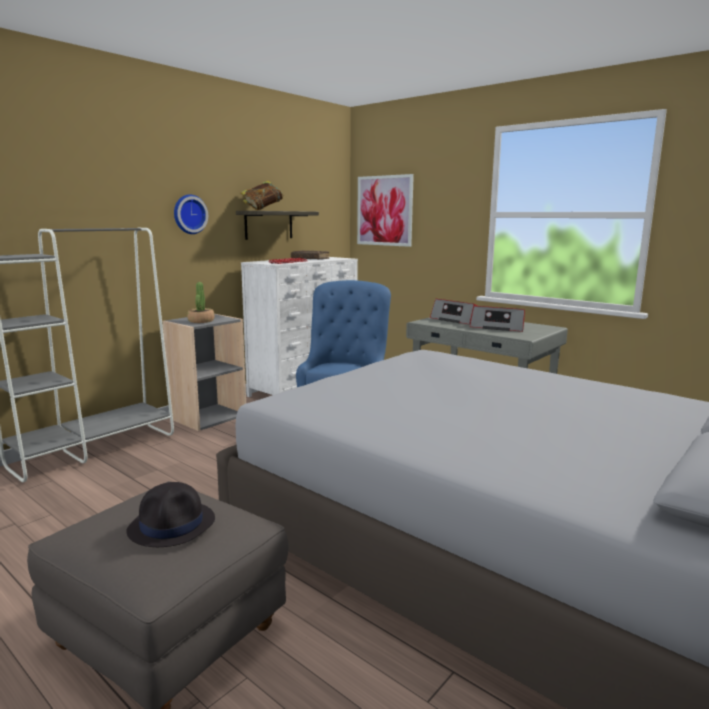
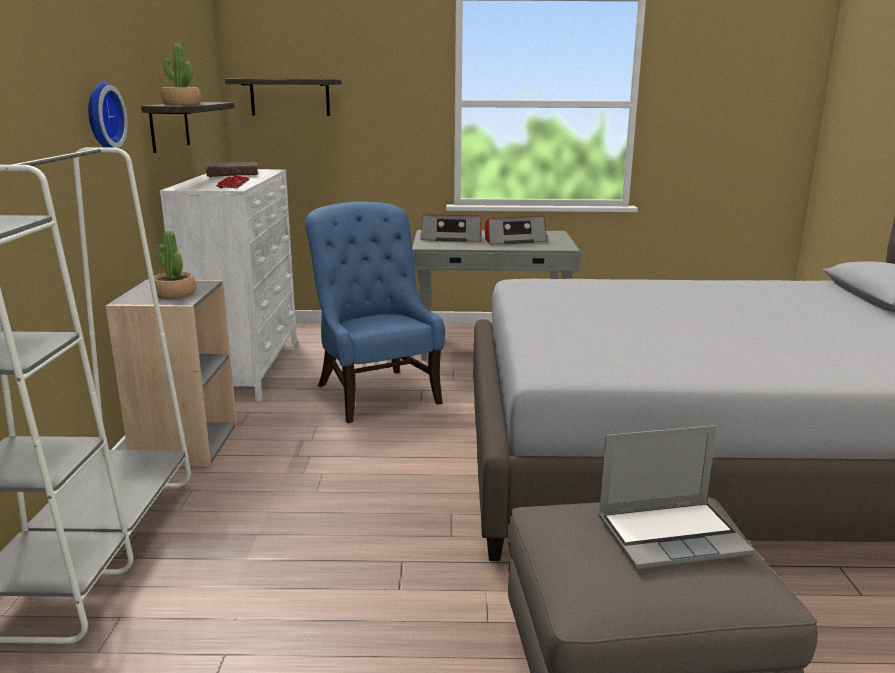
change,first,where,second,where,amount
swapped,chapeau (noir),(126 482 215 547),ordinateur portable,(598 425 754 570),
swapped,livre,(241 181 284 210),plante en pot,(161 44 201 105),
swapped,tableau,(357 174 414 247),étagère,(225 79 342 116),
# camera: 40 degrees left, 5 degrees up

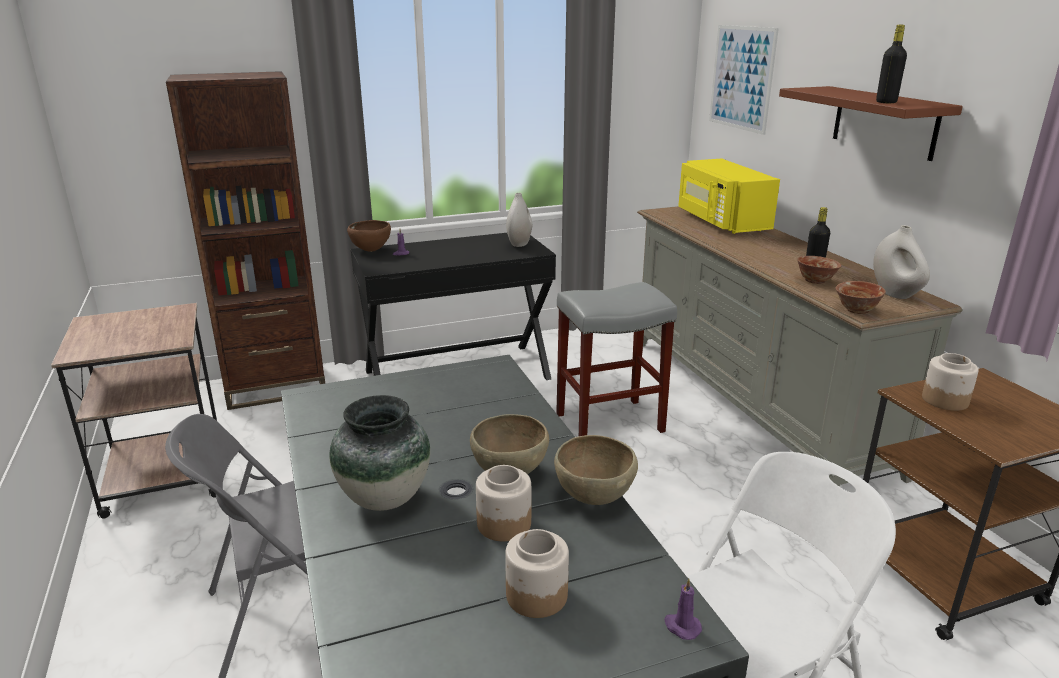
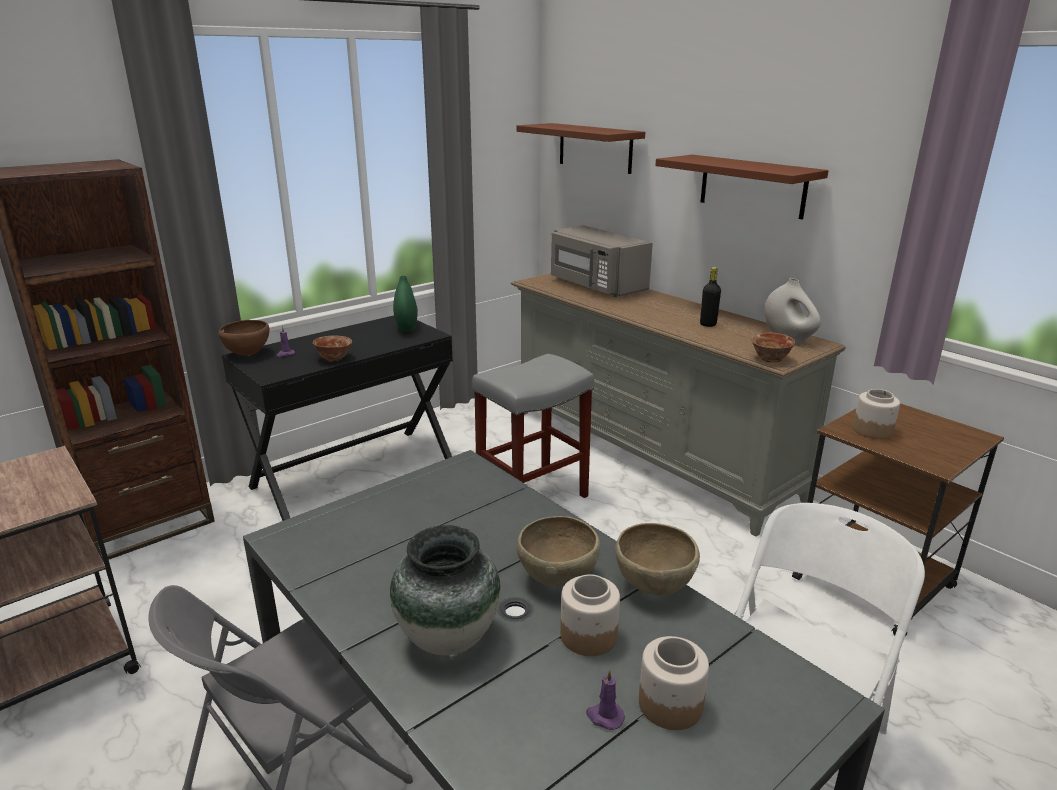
change,first,where,second,where,amount
repainted,vase (blanc),(506 193 532 247),vase (vert),(393 276 418 332),
shifted,bougie (violet),(664 578 702 640),,(586 669 625 730),
repainted,micro-ondes (jaune),(678 159 780 234),micro-ondes (gris),(551 225 653 297),
swapped,tableau,(709 25 779 135),étagère (marron),(516 123 645 174),
shifted,bol,(797 256 842 284),,(313 335 352 362),
gone,bouteille (noir),(876 25 907 103),,,
# camera: 20 degrees left, 0 degrees up

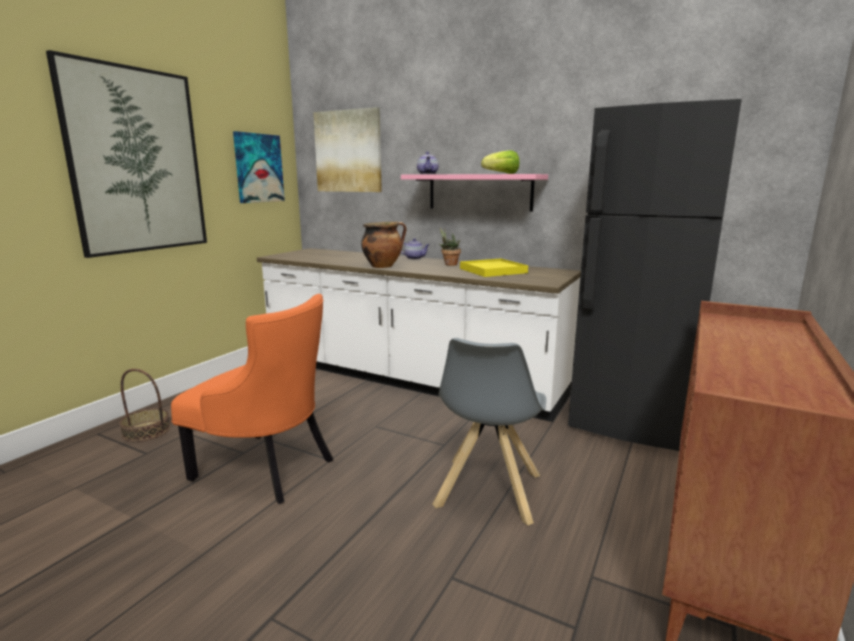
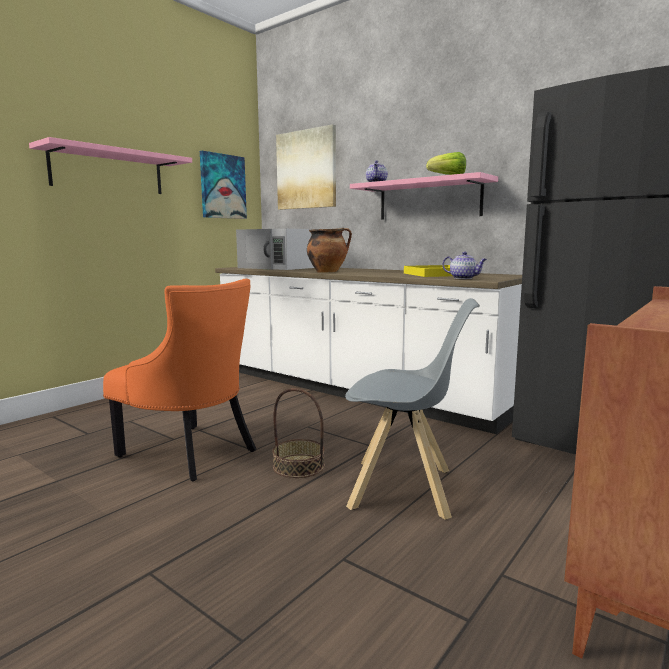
change,first,where,second,where,amount
swapped,tableau,(46 50 207 258),étagère (rose),(29 137 192 194),
shifted,panier,(120 369 170 442),,(272 388 325 478),
shifted,théière,(401 238 430 259),,(442 252 487 279),
rotated,chaise (gris),(433 338 546 526),,(345 298 480 520),105 degrees counterclockwise
gone,plante en pot,(439 227 461 266),,,
new,,,micro-ondes (blanc),(236 229 314 270),
# camera: 10 degrees right, 5 degrees down

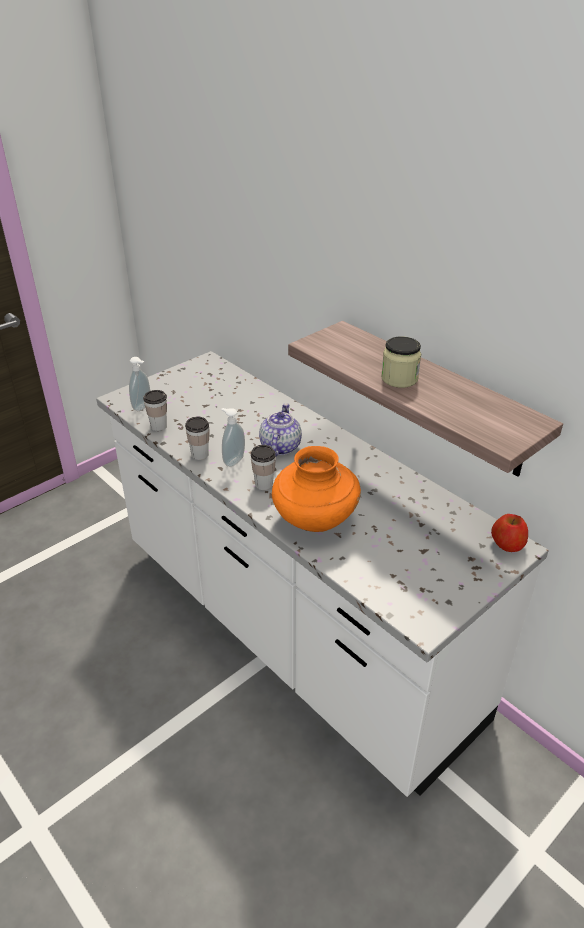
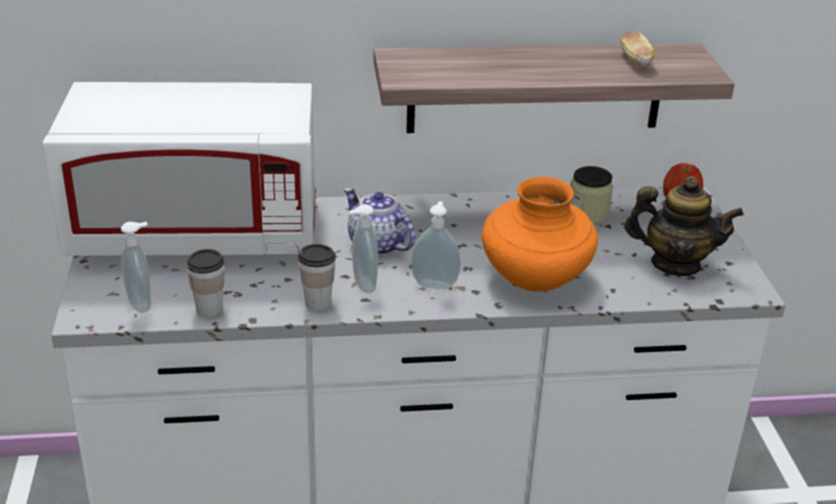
change,first,where,second,where,amount
swapped,tasse,(251 445 276 490),distributeur de savon,(411 201 461 289),
shifted,bocal,(381 336 421 388),,(570 166 613 224),
new,,,micro-ondes (blanc),(42 82 316 256),
new,,,pain,(620 31 655 66),
new,,,théière,(624 176 744 276),
# camera: 55 degrees left, 5 degrees down

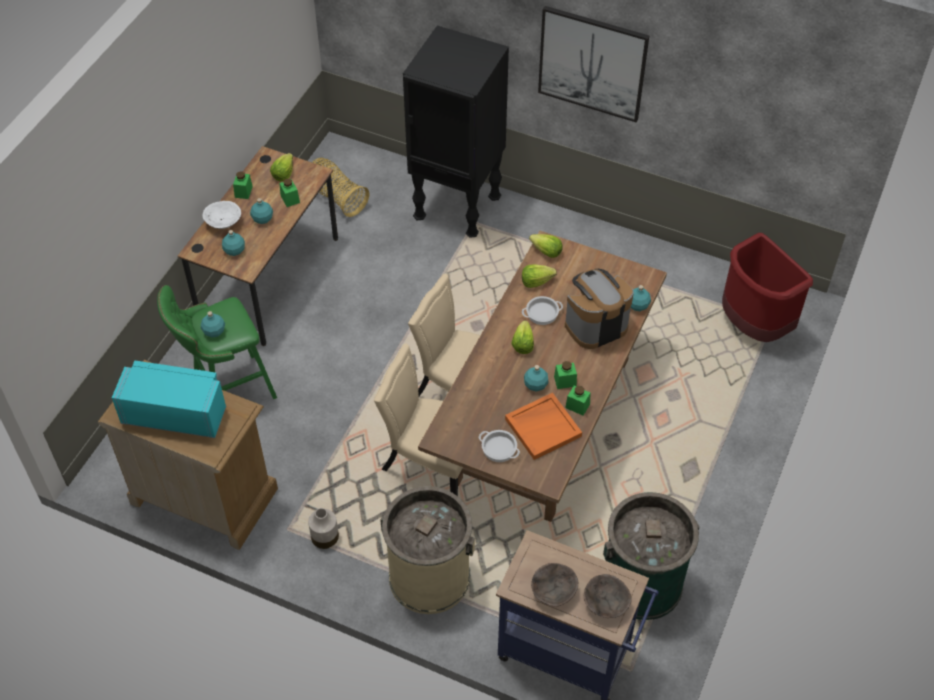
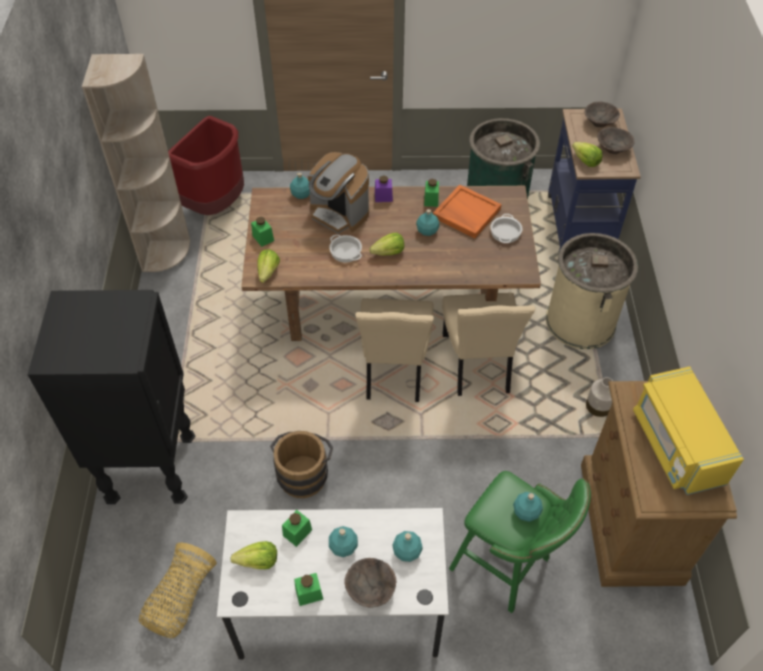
change,first,where,second,where,amount
repainted,micro-ondes (turquoise),(112 360 226 438),micro-ondes (jaune),(633 366 744 495),
repainted,bureau (marron),(178 146 338 346),bureau (blanc),(217 508 449 660),
repainted,bol (blanc),(202 201 241 229),bol (marron),(344 558 396 608),
shifted,laitue,(522 264 557 288),,(572 142 602 167),
gone,tableau,(538 6 649 122),,,
shifted,bocal (vert),(554 361 577 389),,(251 217 274 247),
new,,,bibliothèque (beige),(82 54 190 272),
new,,,seau (marron),(270 431 333 498),
new,,,bocal (violet),(375 175 393 202),
# camera: 115 degrees left, 0 degrees up

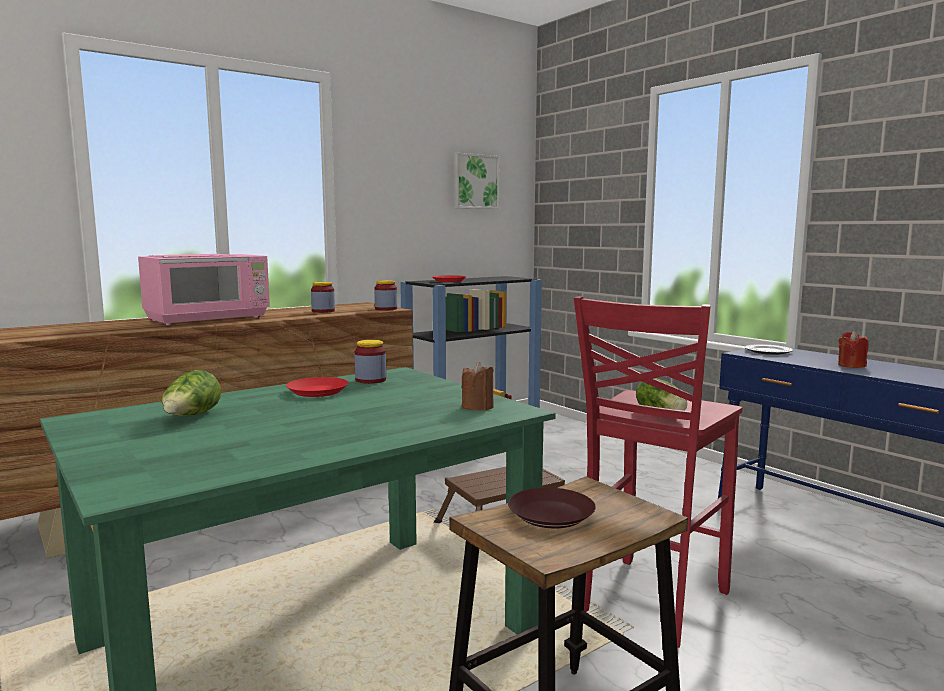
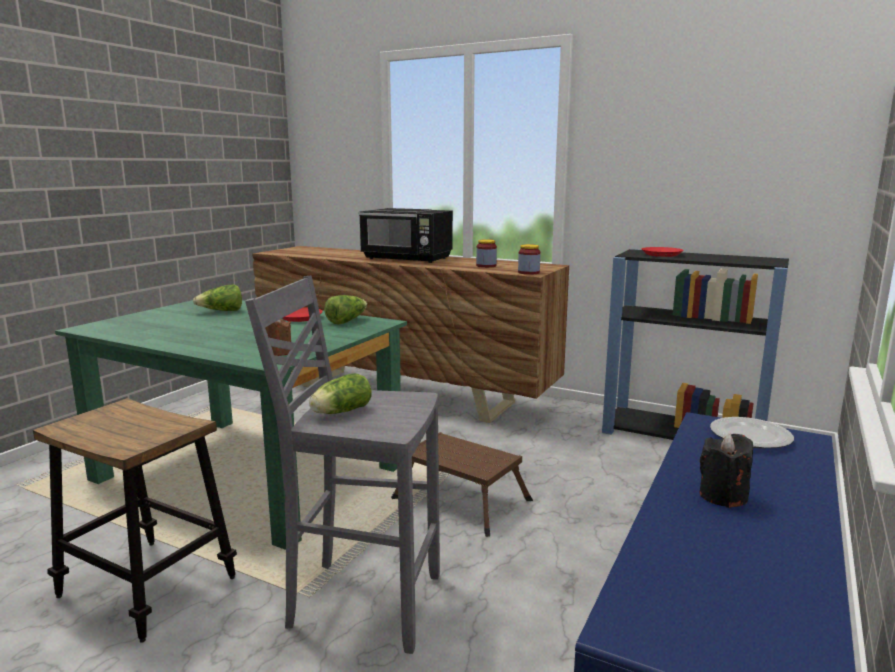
change,first,where,second,where,amount
repainted,micro-ondes (rose),(138 254 270 325),micro-ondes (noir),(359 208 453 263),
swapped,bocal,(355 340 386 384),laitue,(324 295 367 324),
gone,tableau,(454 153 499 209),,,
gone,assiette (marron),(508 488 596 528),,,
repainted,tabouret (rouge),(574 296 743 648),tabouret (gris),(245 276 440 654),
repainted,bougie (rouge),(838 331 869 368),bougie (noir),(700 433 753 508),
# camera: 65 degrees right, 5 degrees up

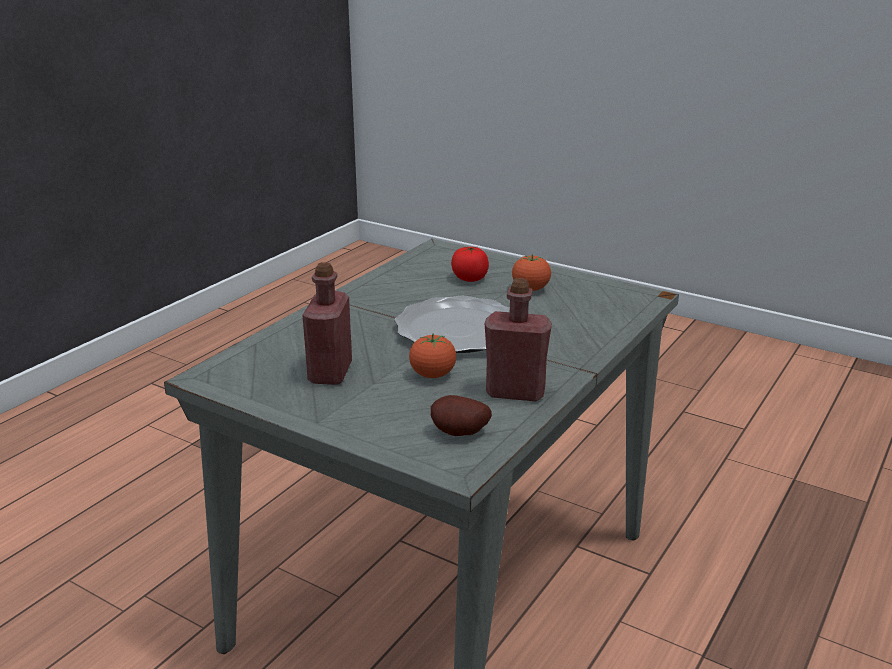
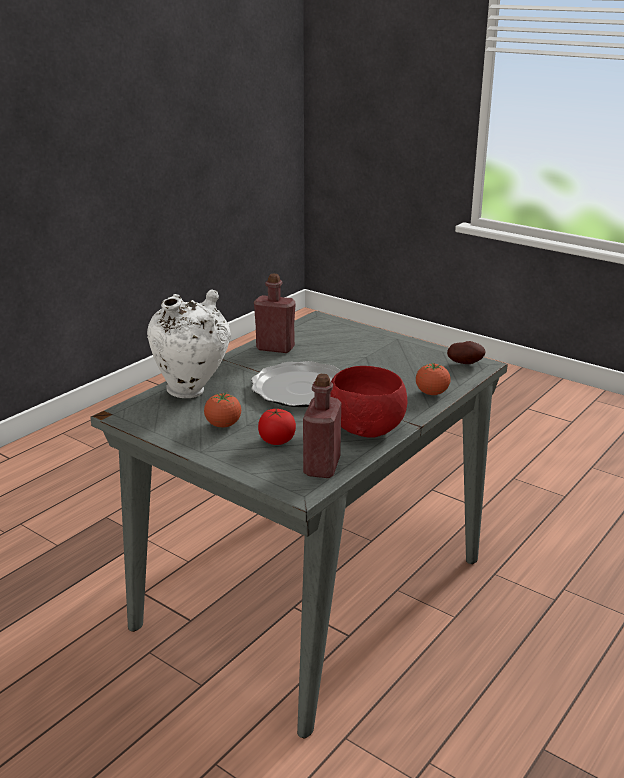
change,first,where,second,where,amount
shifted,bouteille (rouge),(302 262 352 385),,(303 374 341 478),
shifted,tomate,(409 333 456 378),,(416 363 450 395),
shifted,pomme de terre,(431 395 492 436),,(447 341 486 364),
new,,,vase (blanc),(147 289 231 398),
new,,,bol (rouge),(330 366 407 438),
# camera: 175 degrees left, 0 degrees up

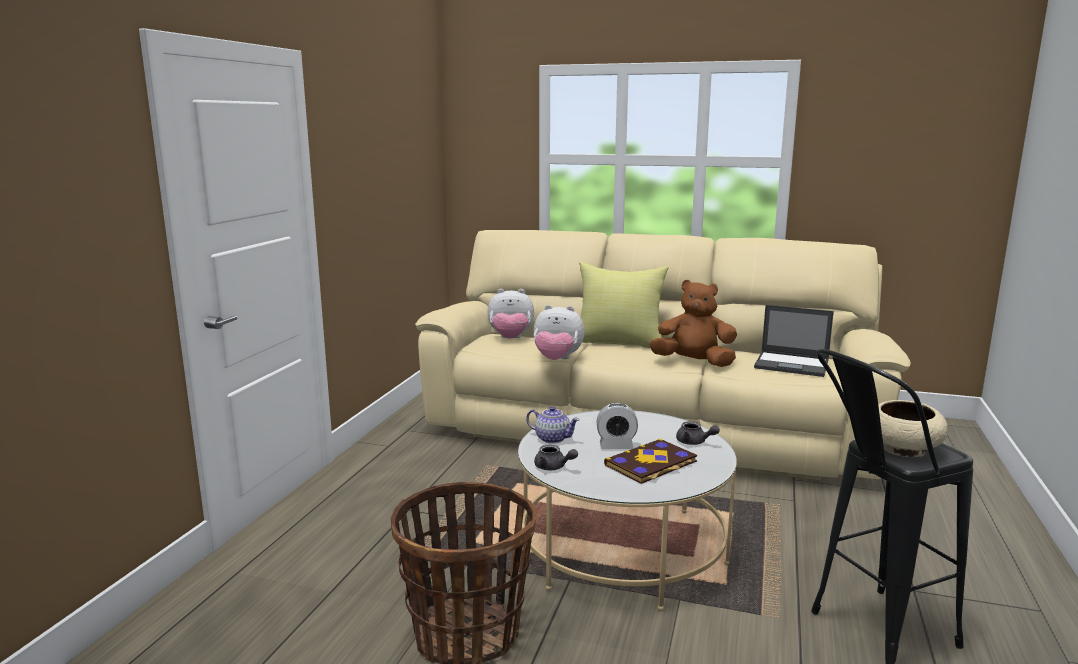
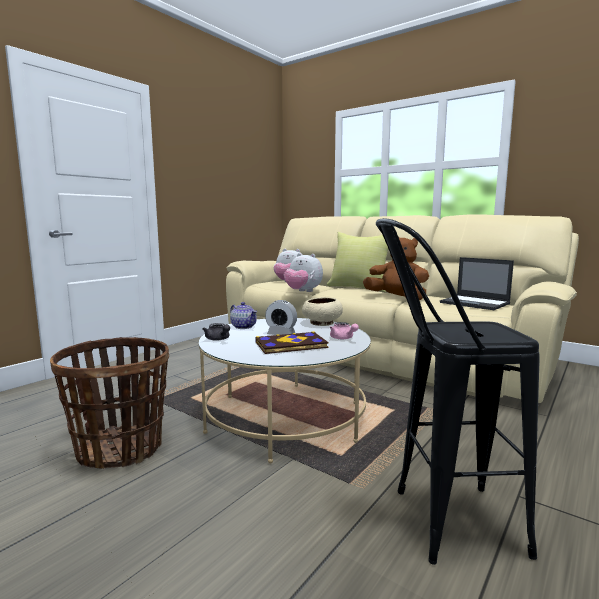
change,first,where,second,where,amount
repainted,théière (gris),(676 421 720 445),théière (rose),(330 322 359 339),
shifted,bol (beige),(878 400 948 457),,(302 297 343 326),
# camera: 20 degrees right, 5 degrees down

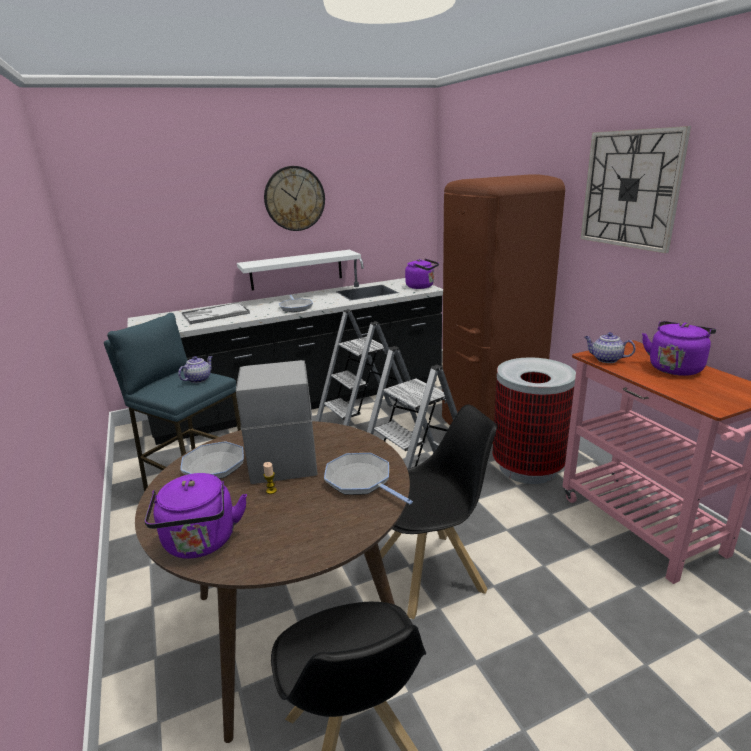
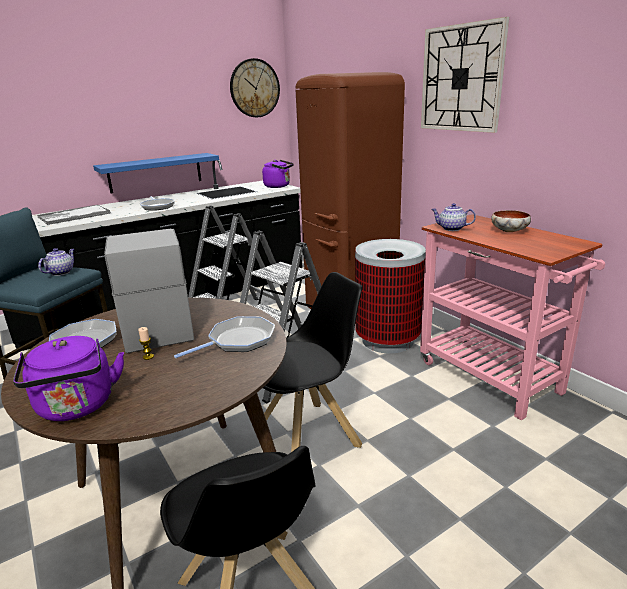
change,first,where,second,where,amount
repainted,étagère (blanc),(237 250 361 290),étagère (bleu),(93 153 219 193),
shifted,horloge murale,(264 166 325 231),,(230 58 280 117),
rotated,poêle,(324 453 413 504),,(174 316 275 358),105 degrees clockwise
swapped,bouilloire (violet),(642 321 716 376),bol,(491 210 531 232),
# camera: 10 degrees left, 0 degrees up

